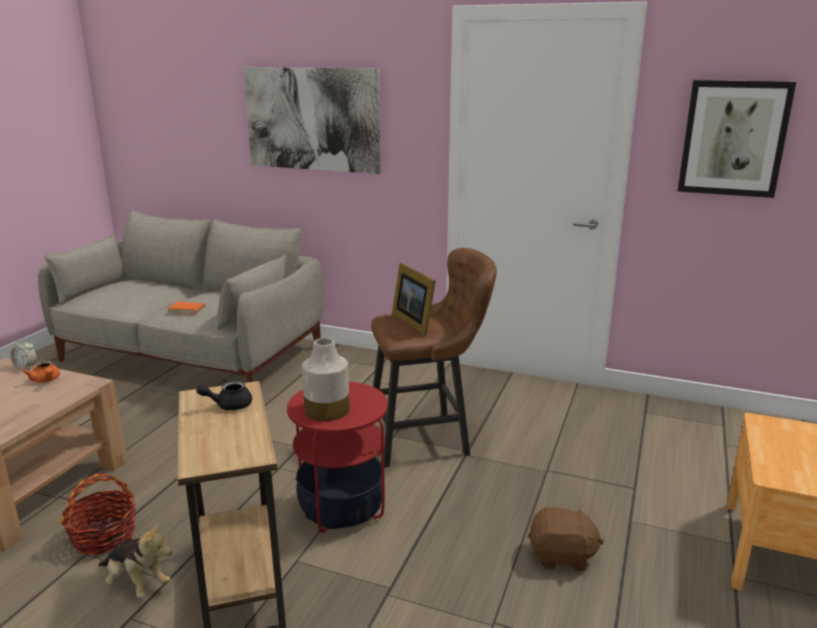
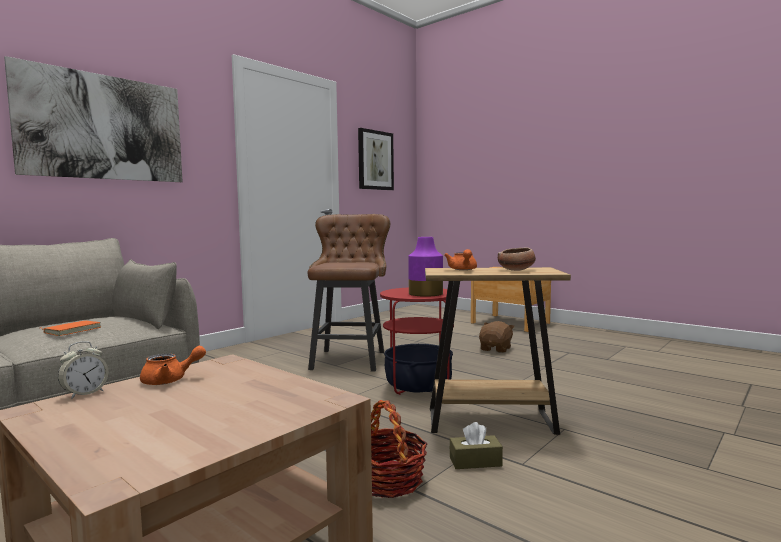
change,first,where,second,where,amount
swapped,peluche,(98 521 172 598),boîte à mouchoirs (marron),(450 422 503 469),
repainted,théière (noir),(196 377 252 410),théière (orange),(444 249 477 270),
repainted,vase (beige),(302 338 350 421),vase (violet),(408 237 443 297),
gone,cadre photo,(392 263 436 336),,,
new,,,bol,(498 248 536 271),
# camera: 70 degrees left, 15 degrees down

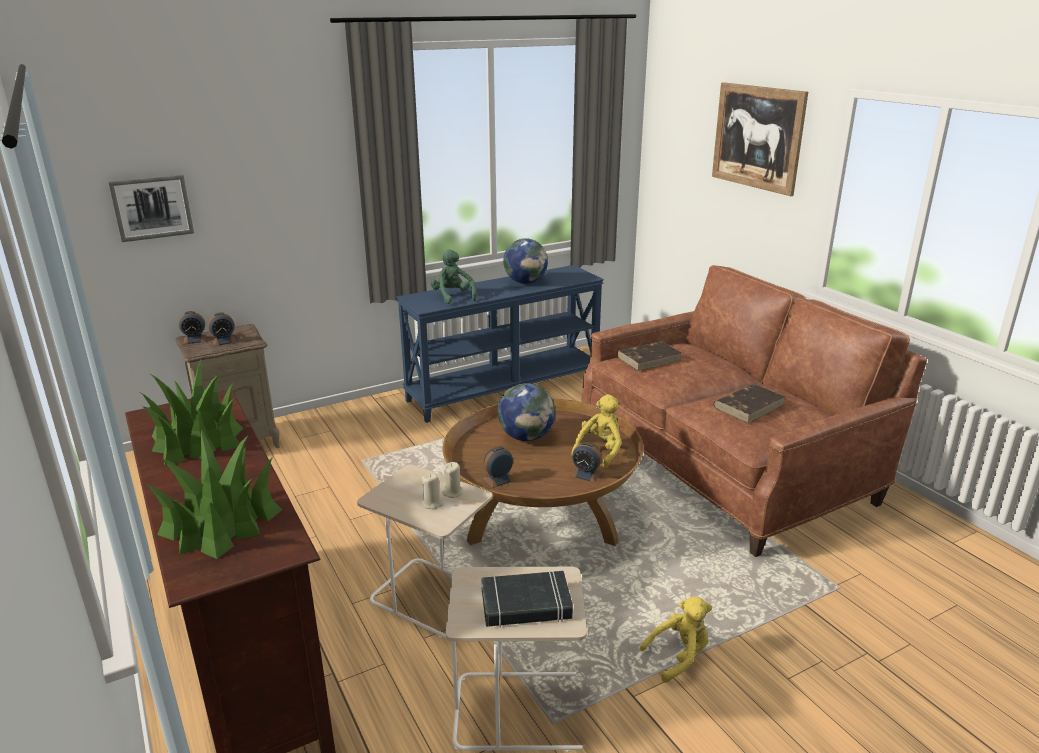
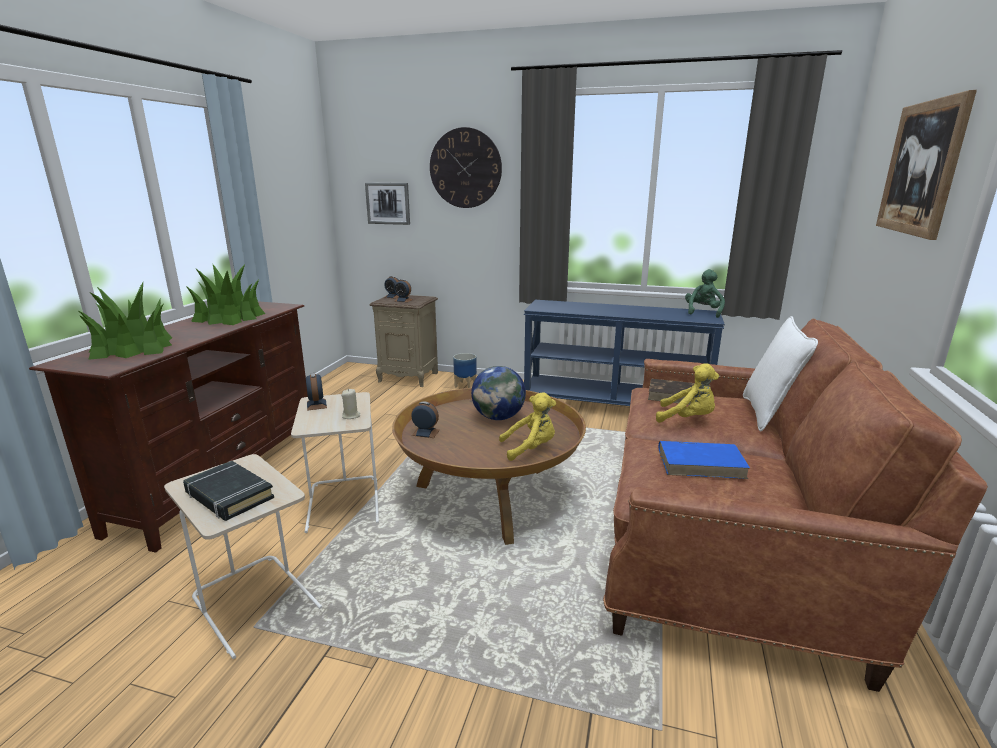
change,first,where,second,where,amount
gone,bougie (beige),(422 473 443 510),,,
shifted,peluche (vert),(430 250 477 304),,(685 269 725 318),
gone,globe,(503 238 548 284),,,
shifted,réveil,(571 442 602 483),,(306 373 327 411),
shifted,peluche (jaune),(640 597 712 683),,(656 363 719 423),
repainted,livre (marron),(713 384 786 423),livre (bleu),(659 441 750 479),
new,,,horloge murale,(430 127 502 208),
new,,,cache-pot,(453 353 477 388),
new,,,coussin (blanc),(743 316 818 431),
# camera: 45 degrees right, 5 degrees down

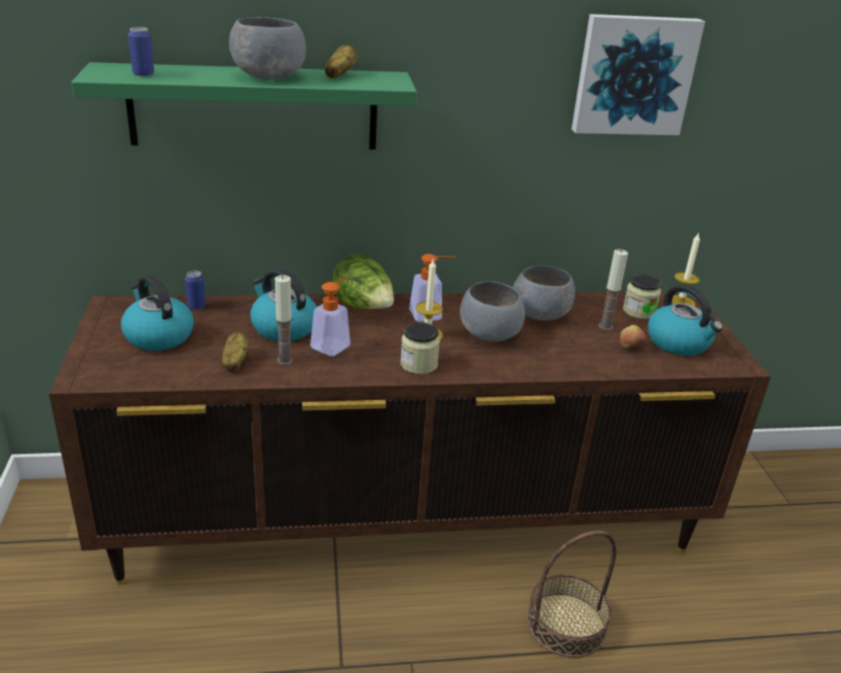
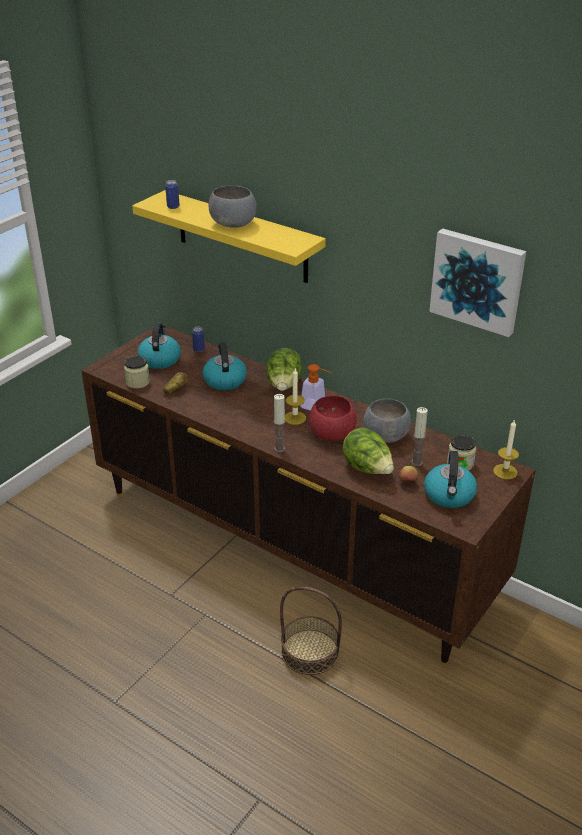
change,first,where,second,where,amount
repainted,étagère (vert),(71 62 417 150),étagère (jaune),(132 190 326 283),
shifted,bougie,(275 275 293 365),,(274 394 285 452),
gone,distributeur de savon,(310 277 350 356),,,
gone,pomme de terre,(325 45 358 78),,,
shifted,bocal,(400 322 440 374),,(124 356 150 389),
repainted,bol (gris),(460 281 525 342),bol (rouge),(309 396 357 441),
new,,,laitue,(343 427 394 474),
# camera: 45 degrees right, 5 degrees up

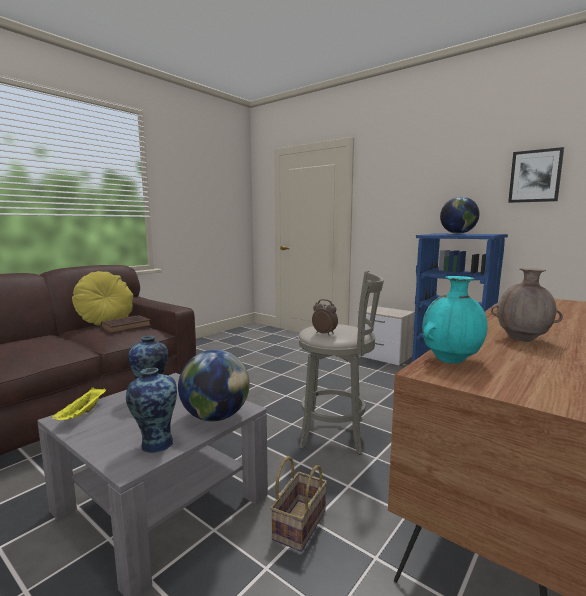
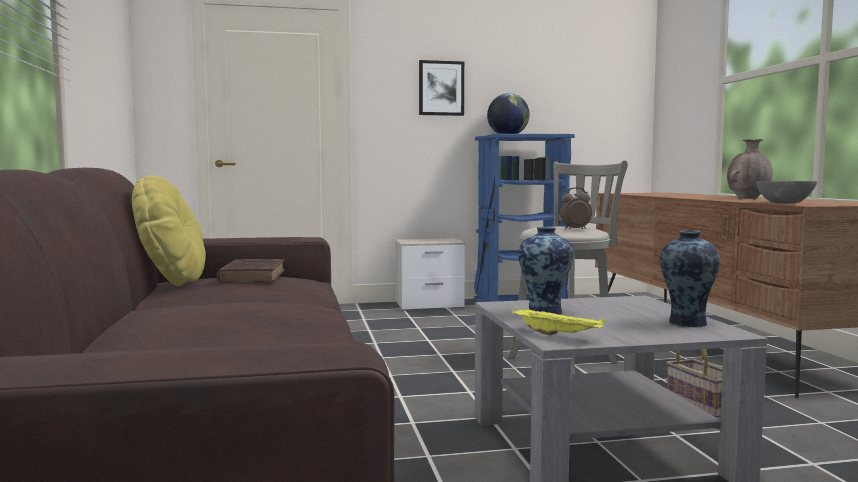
change,first,where,second,where,amount
gone,globe,(178 350 250 421),,,
swapped,vase (turquoise),(422 276 488 364),bol (gris),(756 181 817 203),
shifted,tableau,(508 147 564 203),,(419 60 464 116),
# camera: 50 degrees left, 5 degrees down

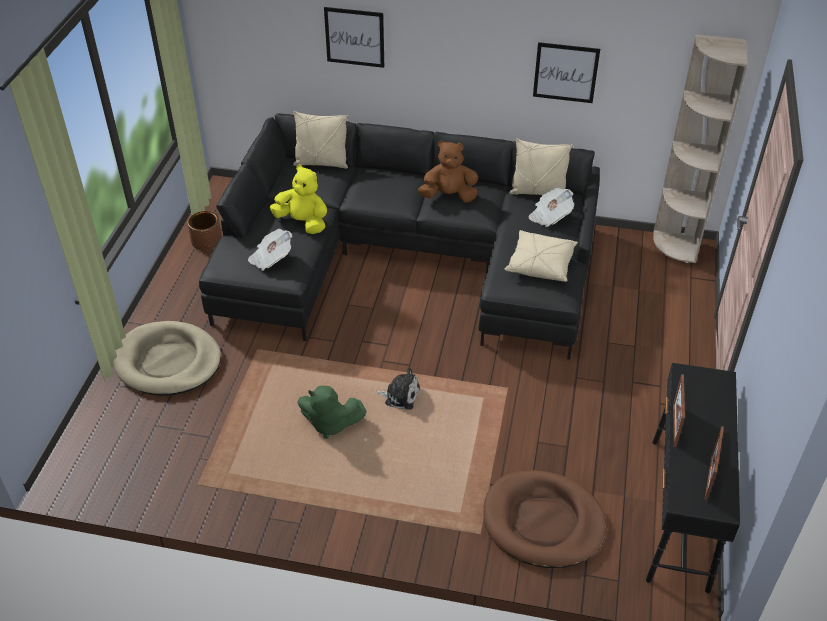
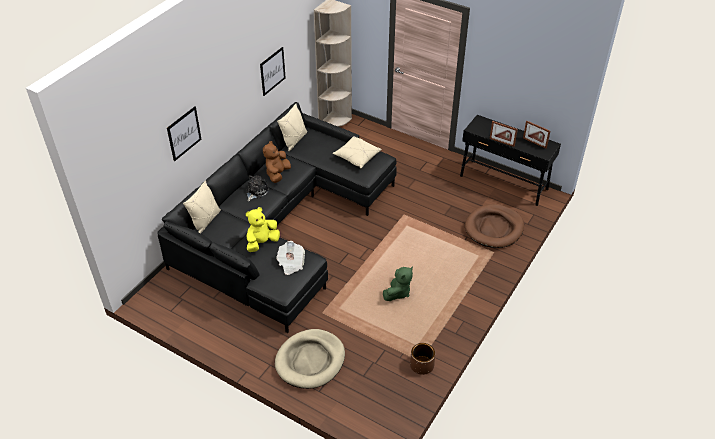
change,first,where,second,where,amount
shifted,cache-pot (marron),(188 211 222 251),,(410 343 435 375),
shifted,peluche,(375 368 420 410),,(246 175 270 201),
gone,journal,(529 187 574 227),,,
# camera: 70 degrees left, 0 degrees up

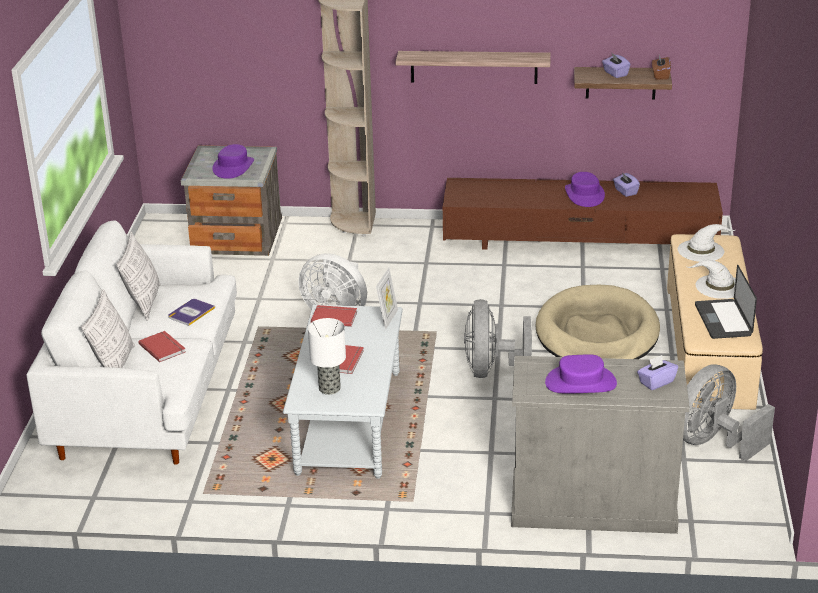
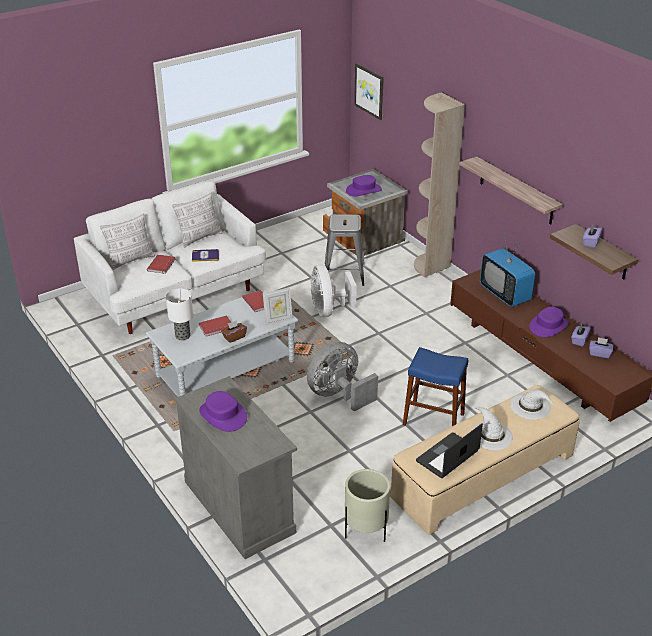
change,first,where,second,where,amount
swapped,panier pour chien (beige),(536 285 660 359),tabouret (bleu),(403 347 468 426),
shifted,boîte à mouchoirs (violet),(637 355 678 390),,(589 337 613 358),
shifted,boîte à mouchoirs (marron),(652 54 671 80),,(221 320 247 343),
swapped,ventilateur (gris),(683 364 775 461),cache-pot (beige),(345 469 390 542),
new,,,tabouret (gris),(325 214 364 286),
new,,,tableau,(354 63 384 120),
new,,,téléviseur,(480 233 535 307),
# camera: 50 degrees right, 5 degrees up

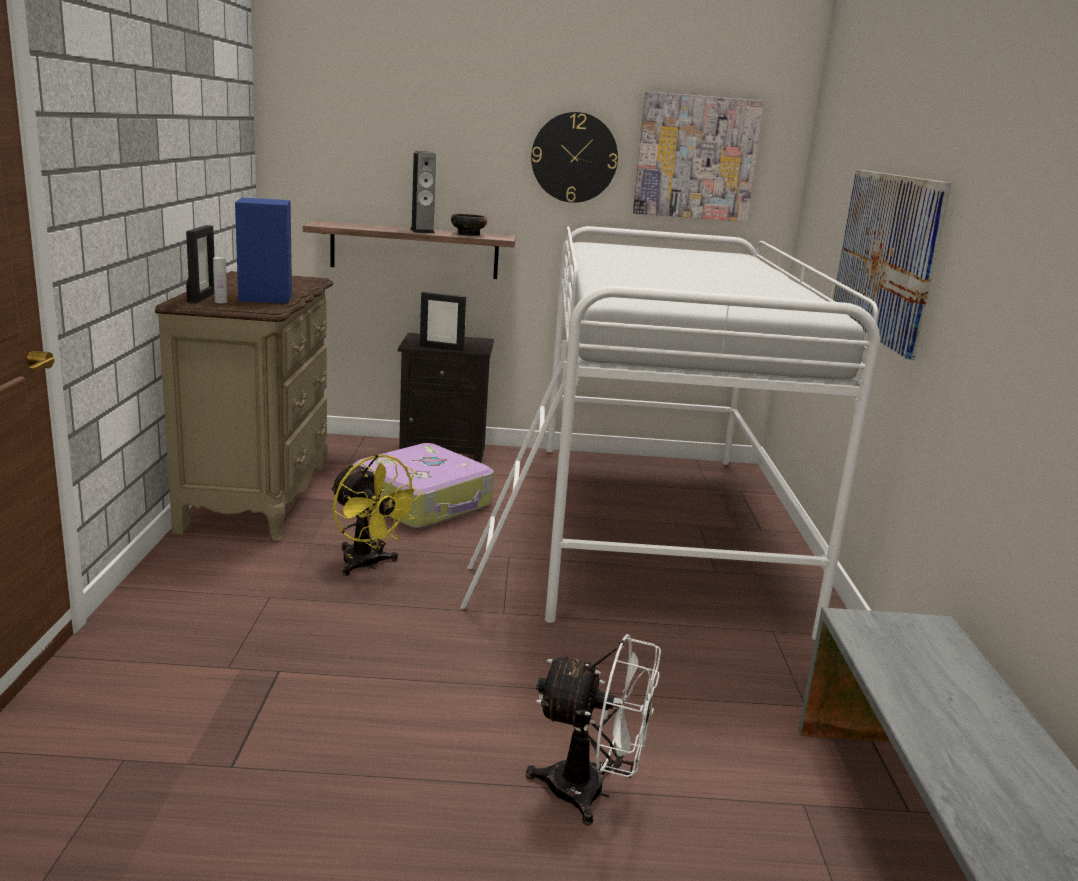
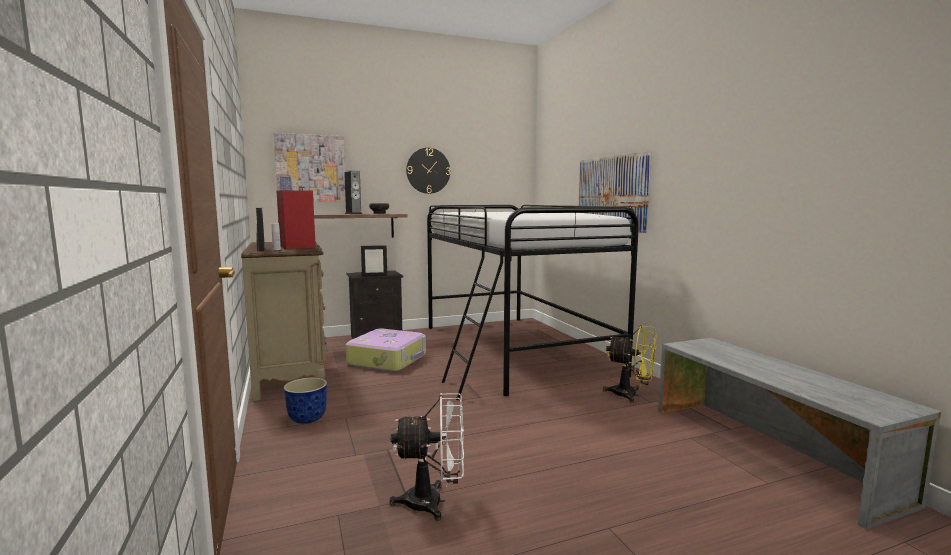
change,first,where,second,where,amount
repainted,enceinte (bleu),(235 198 292 303),enceinte (rouge),(277 190 316 249),
shifted,ventilateur (jaune),(330 454 423 576),,(603 325 657 403),
repainted,lit (blanc),(460 226 880 640),lit (noir),(427 205 639 400),
shifted,ventilateur (blanc),(526 634 661 825),,(390 393 464 521),
shifted,tableau,(633 92 764 222),,(274 133 346 202),
new,,,cache-pot,(284 377 327 424),
# camera: 20 degrees left, 10 degrees down

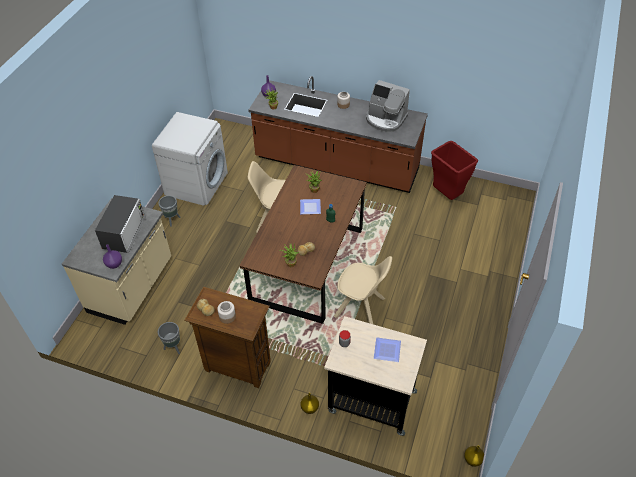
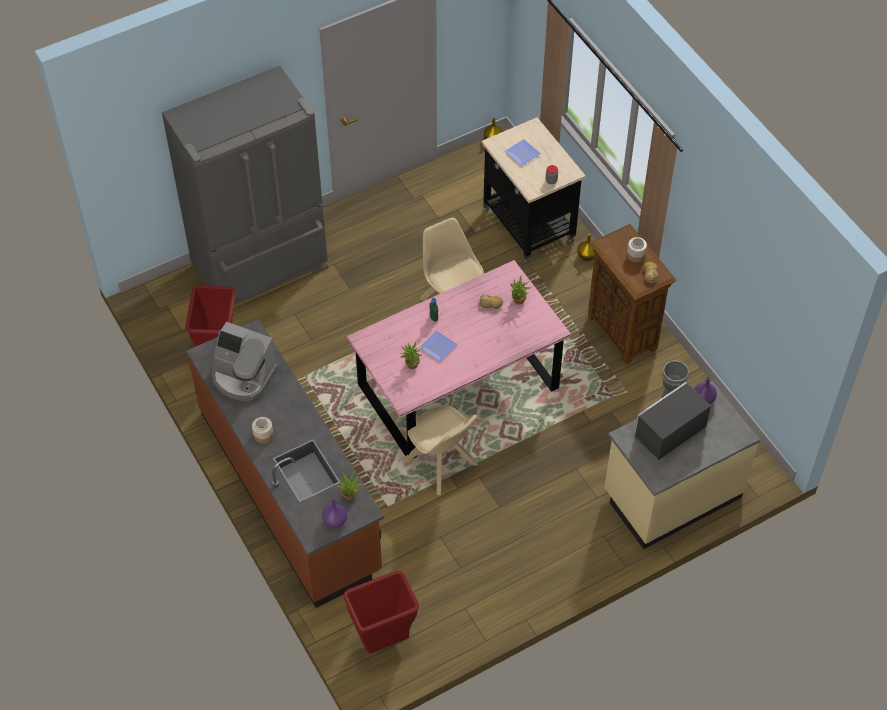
change,first,where,second,where,amount
gone,lave-linge (blanc),(152 112 228 205),,,
gone,cache-pot (gris),(158 196 180 227),,,
repainted,table à manger (marron),(240 165 367 324),table à manger (rose),(347 260 571 459),
rotated,machine à café,(366 80 410 132),,(212 322 277 401),135 degrees clockwise
new,,,réfrigérateur (gris),(162 66 328 305),
new,,,poubelle (rouge),(344 571 419 653),
# camera: 140 degrees left, 5 degrees up

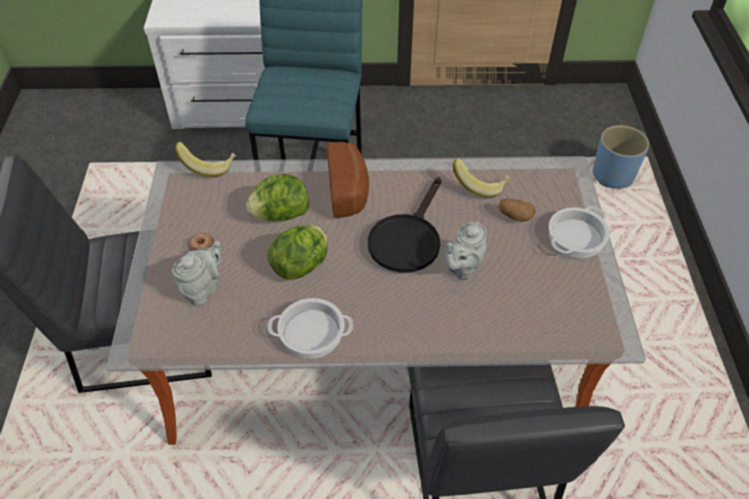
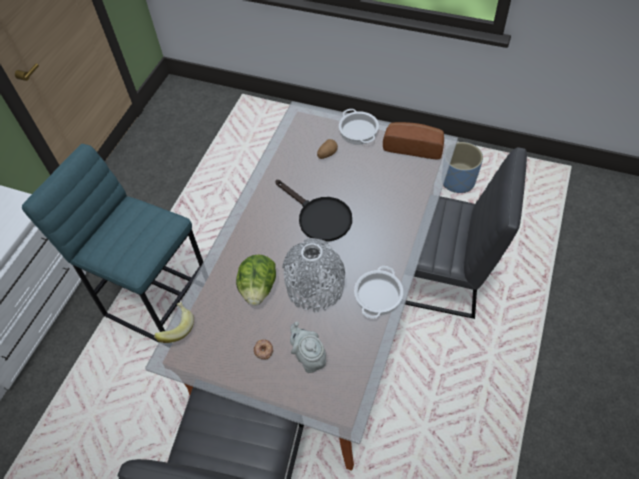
change,first,where,second,where,amount
swapped,laitue,(267 225 328 280),vase (gris),(282 238 345 312),
shifted,pain,(327 142 369 218),,(383 122 444 160),
gone,théière (gris),(445 222 487 280),,,
gone,banane,(453 158 510 198),,,
shifted,cache-pot (bleu),(593 125 649 189),,(443 142 483 193),
# camera: 65 degrees left, 5 degrees up

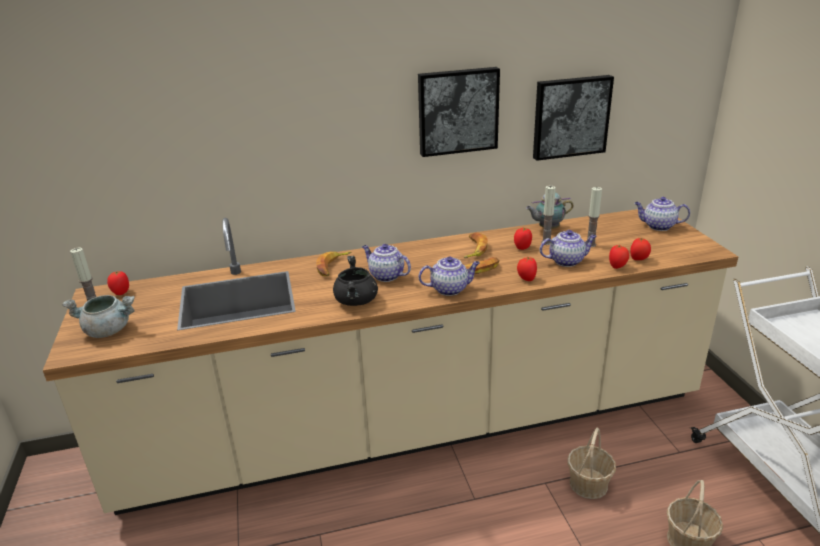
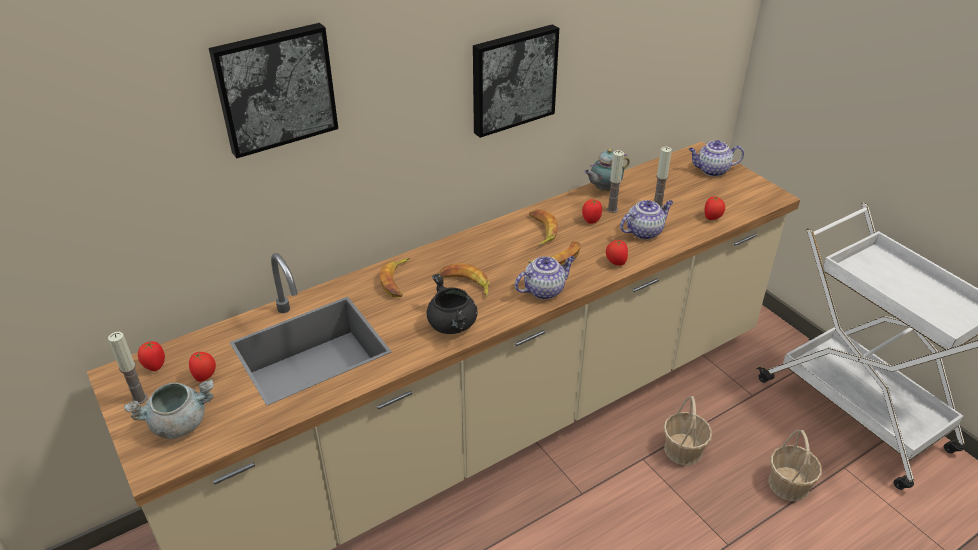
change,first,where,second,where,amount
swapped,théière,(362 244 411 282),banane,(438 263 489 297),
shifted,tableau,(533 75 614 161),,(209 23 338 158),
shifted,tomate,(609 245 629 269),,(189 351 216 382),
# camera: 20 degrees left, 10 degrees up

